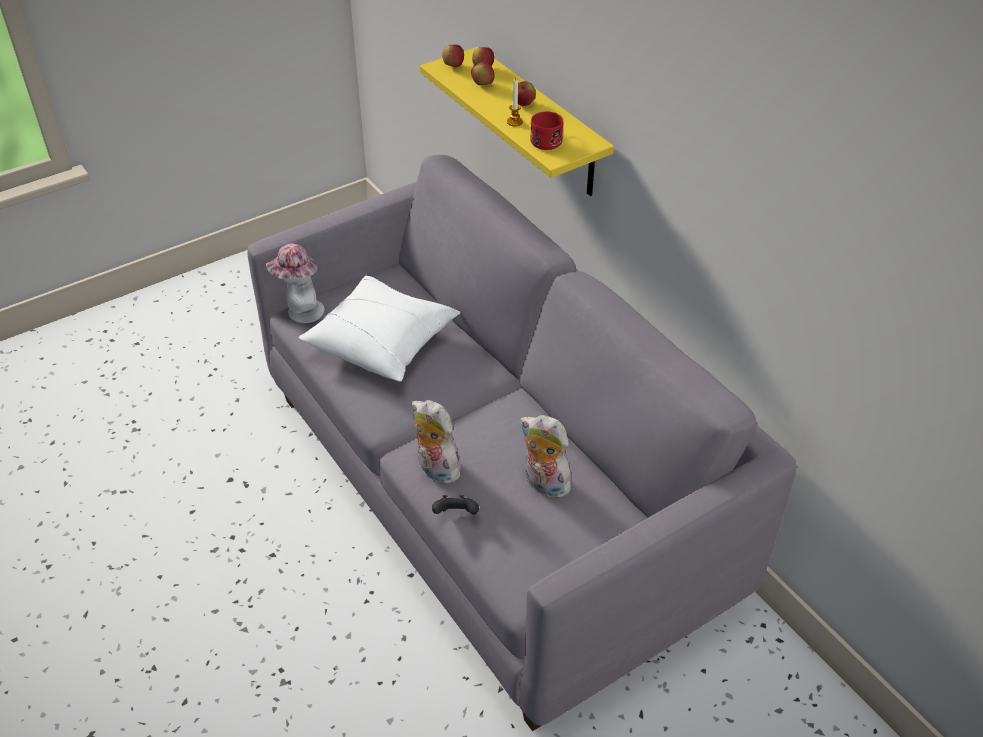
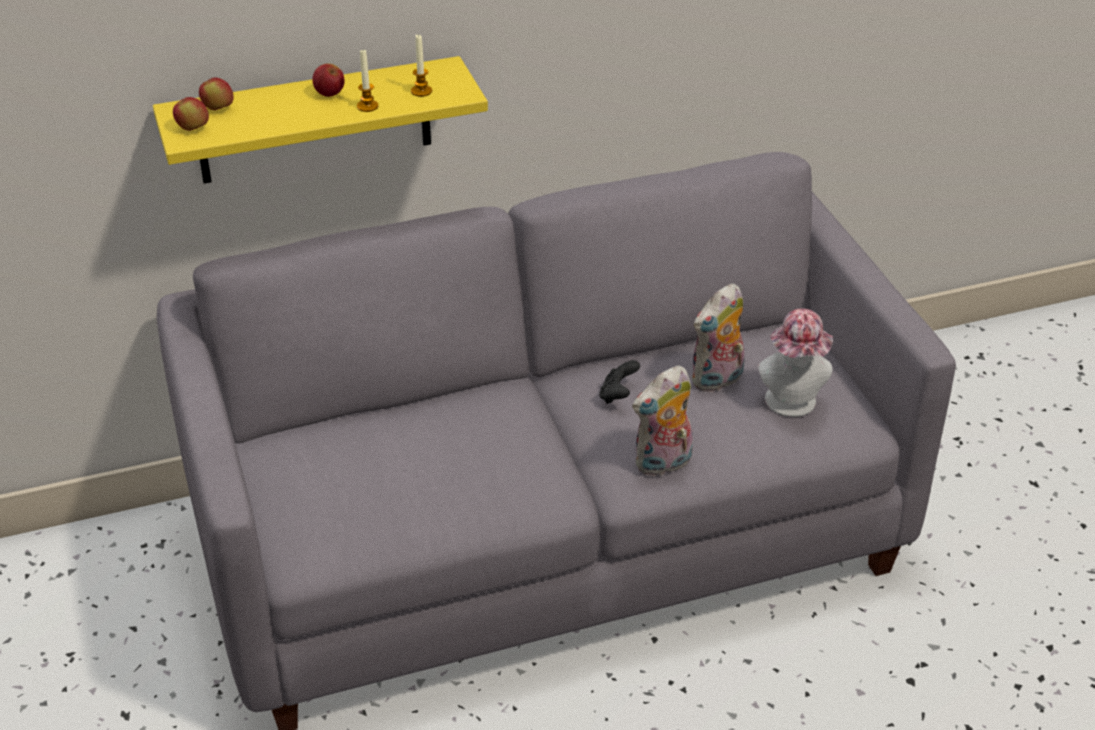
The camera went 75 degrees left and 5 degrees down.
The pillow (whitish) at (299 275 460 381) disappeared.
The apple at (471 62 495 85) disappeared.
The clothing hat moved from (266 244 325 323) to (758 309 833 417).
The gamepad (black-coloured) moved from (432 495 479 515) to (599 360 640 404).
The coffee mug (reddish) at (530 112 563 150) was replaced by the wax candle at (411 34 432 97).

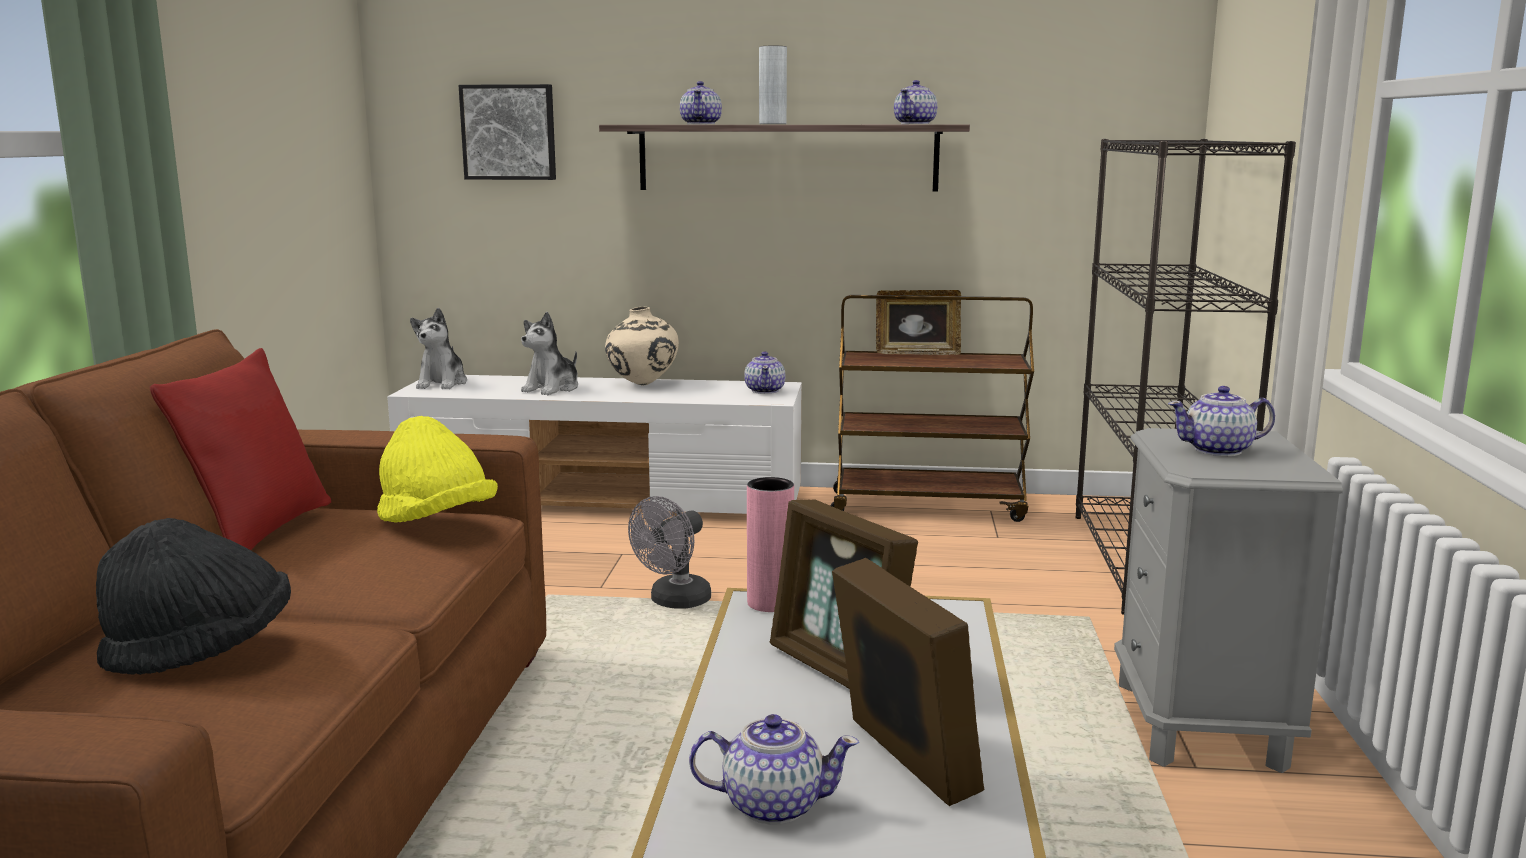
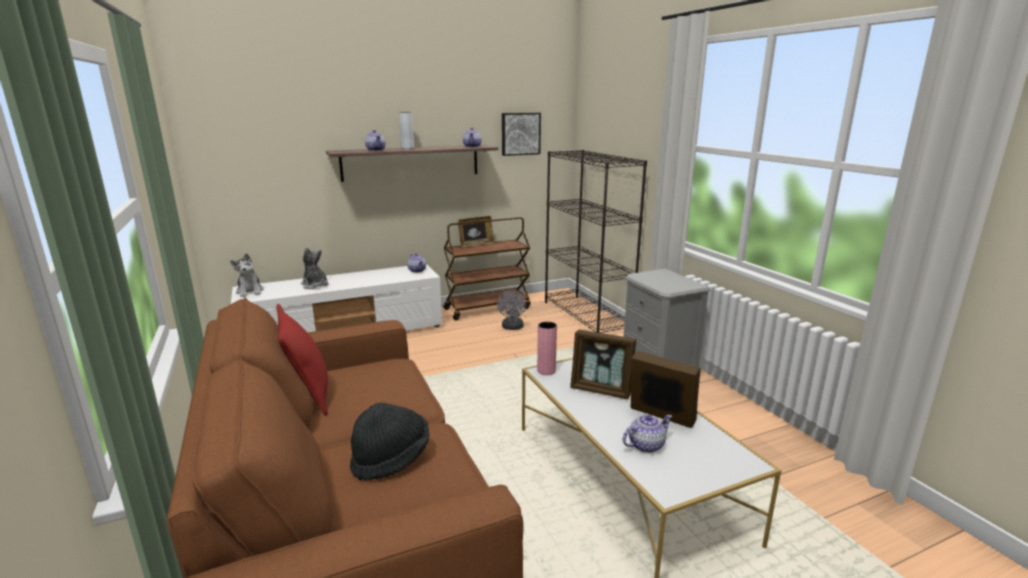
The camera went 30 degrees left and 5 degrees up.
The clothing hat (yellow) at (377 416 498 522) disappeared.
The vase (beige) at (605 307 679 385) disappeared.
The pot for tea at (1168 386 1275 456) disappeared.
The picture moved from (459 84 556 180) to (502 113 541 156).
The cooling fan (greyish) moved from (628 496 711 609) to (497 290 526 330).
The cuddly toy at (521 312 578 395) turned 135 degrees clockwise.

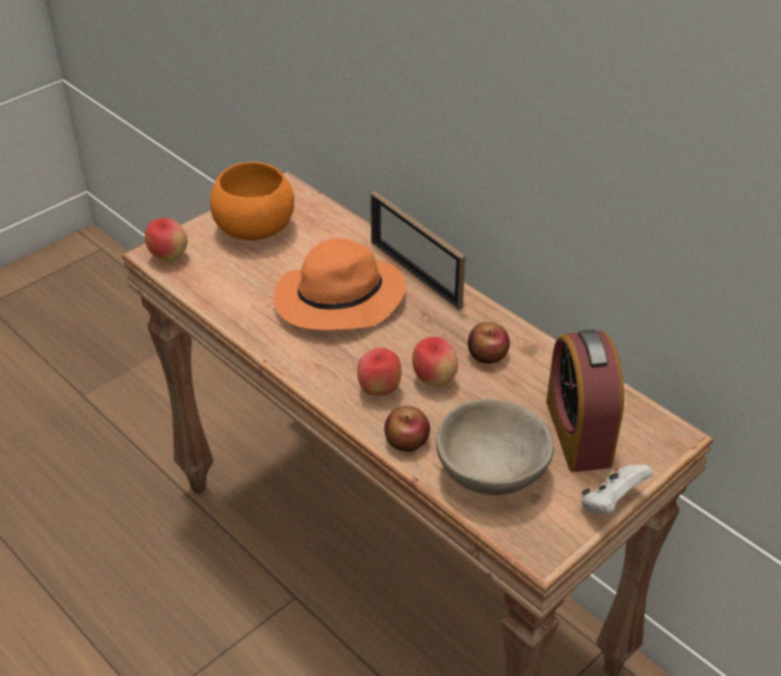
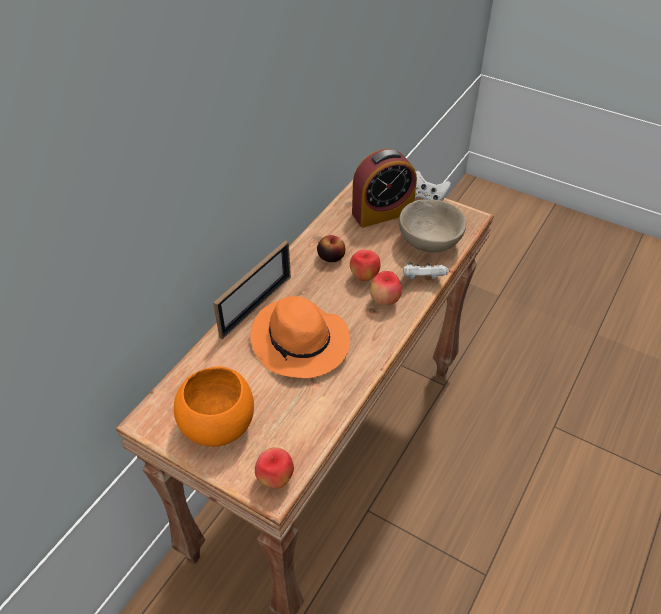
The camera went 105 degrees left and 5 degrees up.
The apple at (384 406 430 451) was replaced by the gamepad (whitish) at (403 262 448 280).

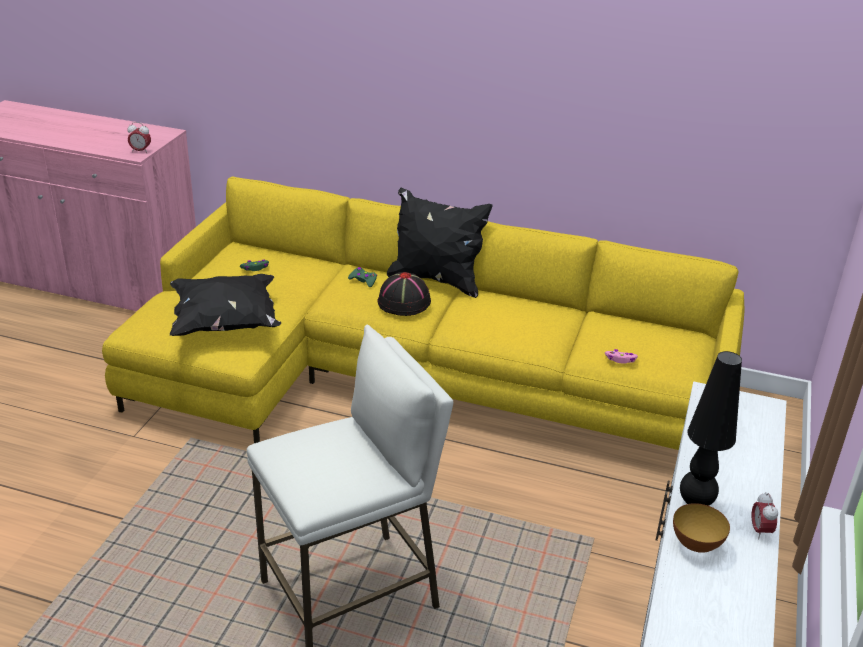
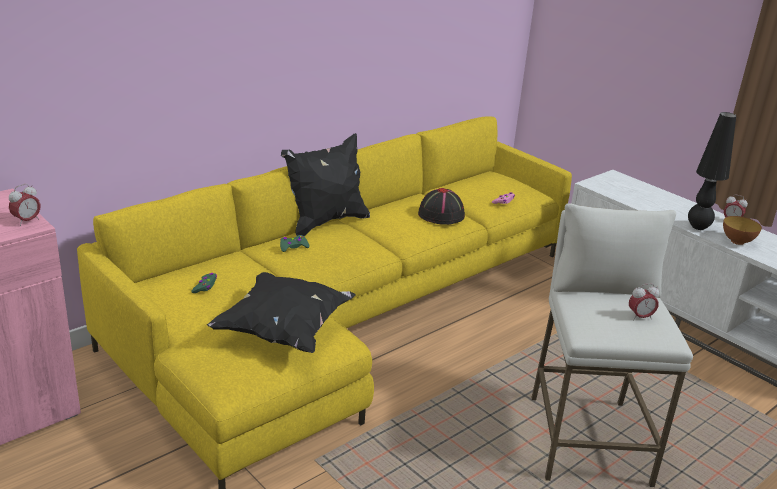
The camera went 60 degrees left and 5 degrees down.
The table clock at (629 284 659 320) appeared.
The clothing hat (black-coloured) moved from (378 272 431 316) to (418 188 465 225).

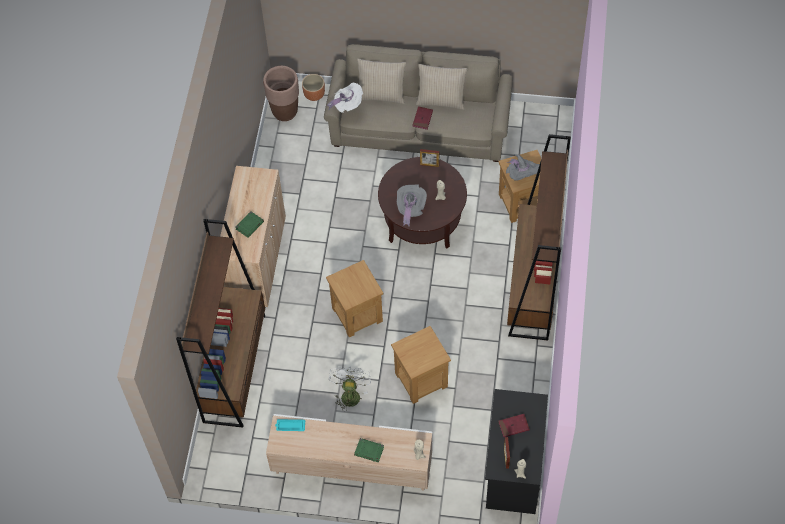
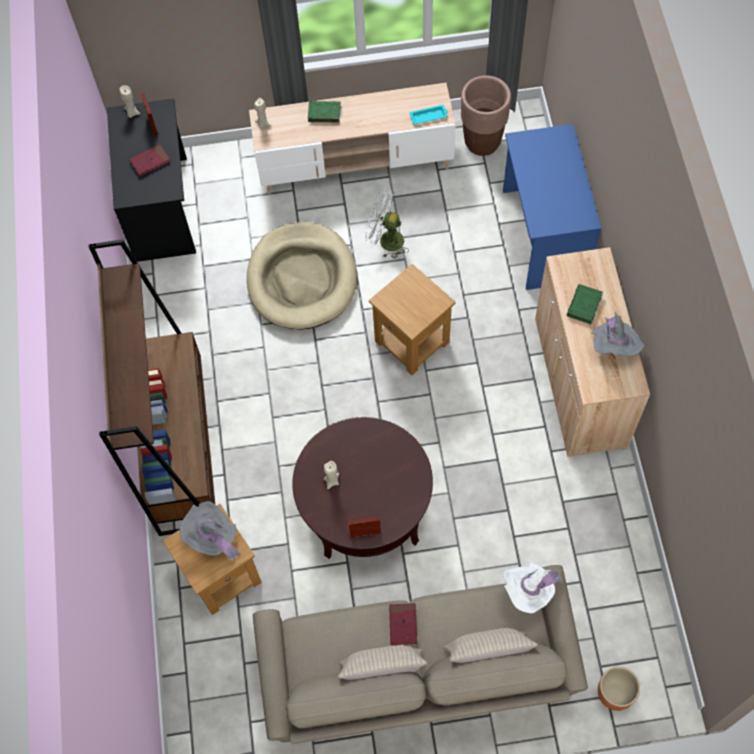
The camera went 165 degrees right and 5 degrees up.
The flower pot (brownish) moved from (263 66 299 121) to (461 75 511 156).
The clothing hat (greyish) moved from (397 184 427 226) to (592 312 644 356).
The bookshelf (brownish) at (176 219 265 428) was replaced by the desk unit (bluish) at (503 124 602 290).
The side table (brownish) at (391 326 451 404) was replaced by the dog bed (beige) at (247 222 357 330).
The cooling fan (whitish) at (329 367 371 412) turned 120 degrees clockwise.

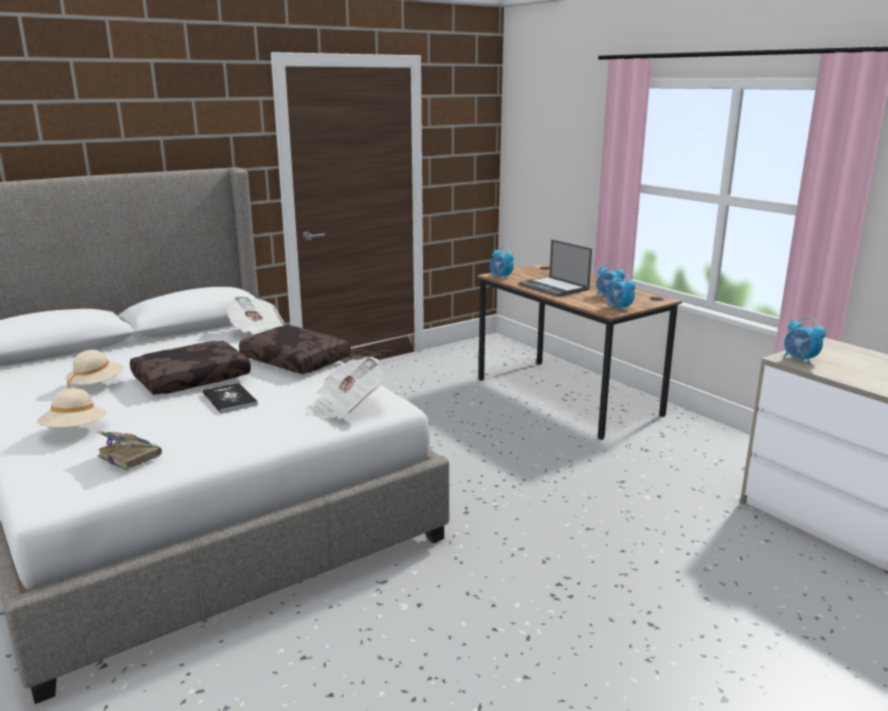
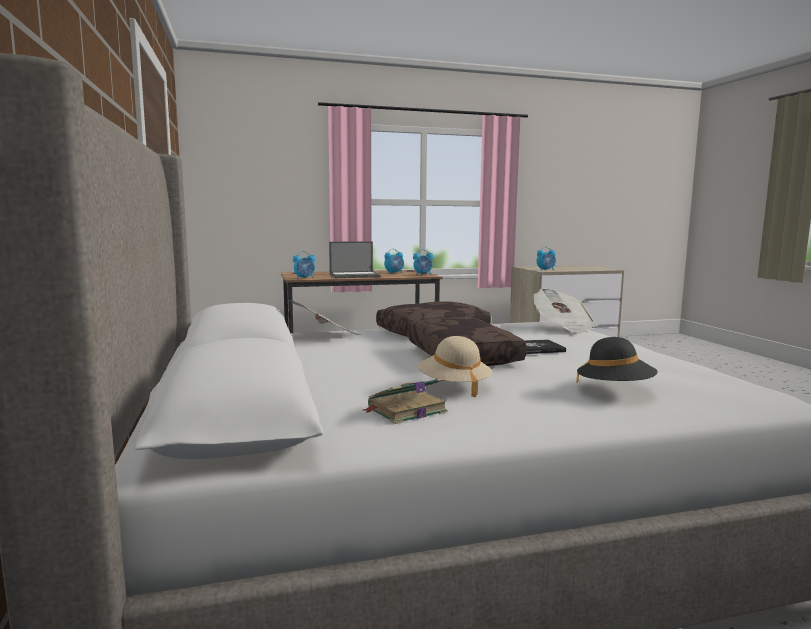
The camera went 70 degrees left and 10 degrees down.
The book moved from (97 431 162 471) to (363 377 447 424).
The clothing hat (beige) at (37 388 106 427) became the clothing hat (black-coloured) at (576 337 658 383).

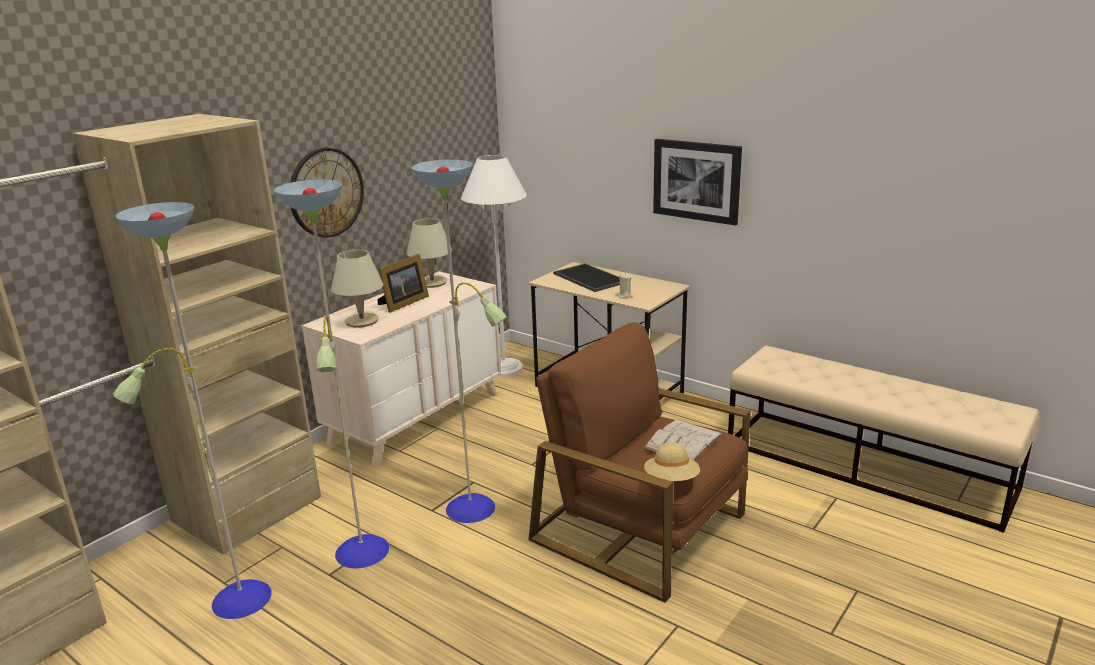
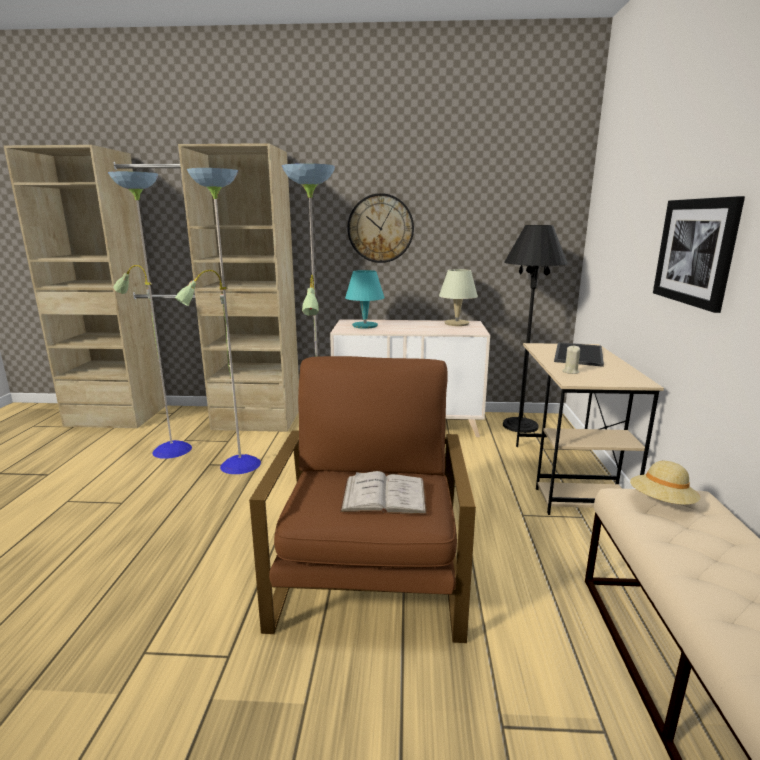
The camera went 55 degrees right and 5 degrees down.
The photo frame at (378 254 429 313) disappeared.
The clothing hat (beige) moved from (644 442 700 481) to (630 461 700 505).
The lamp for a table (beige) at (331 250 383 328) became the lamp for a table (turquoise-coloured) at (345 270 384 329).
The standard lamp (whitish) at (461 154 527 377) became the standard lamp (black-coloured) at (503 225 568 433).

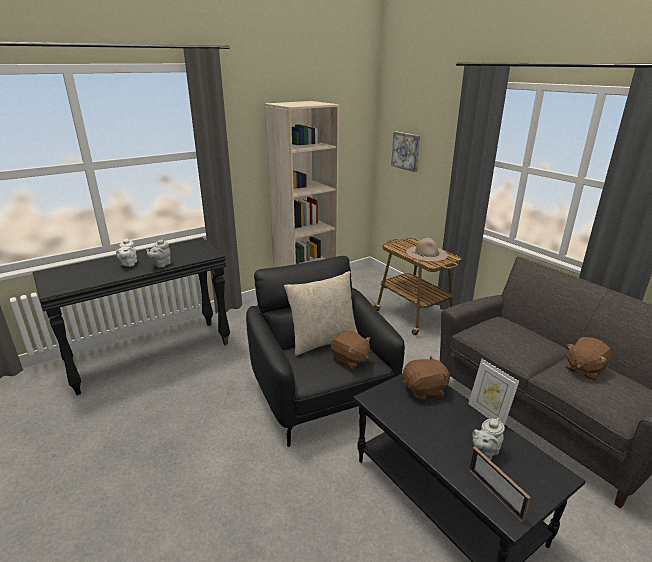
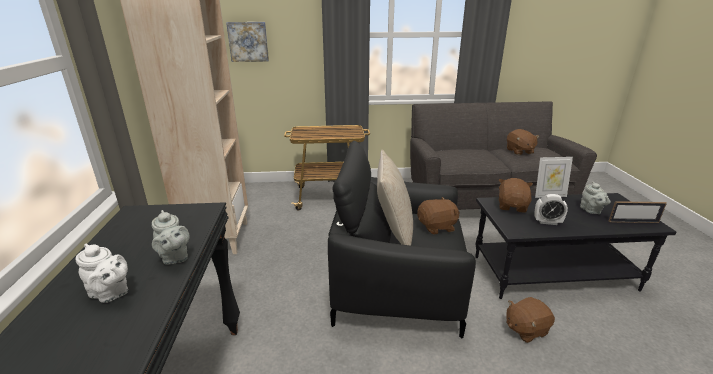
The camera went 60 degrees left and 0 degrees up.
The clothing hat (beige) at (406 238 448 262) disappeared.
The cuddly toy (brownish) at (506 297 555 343) appeared.
The table clock at (535 194 568 225) appeared.

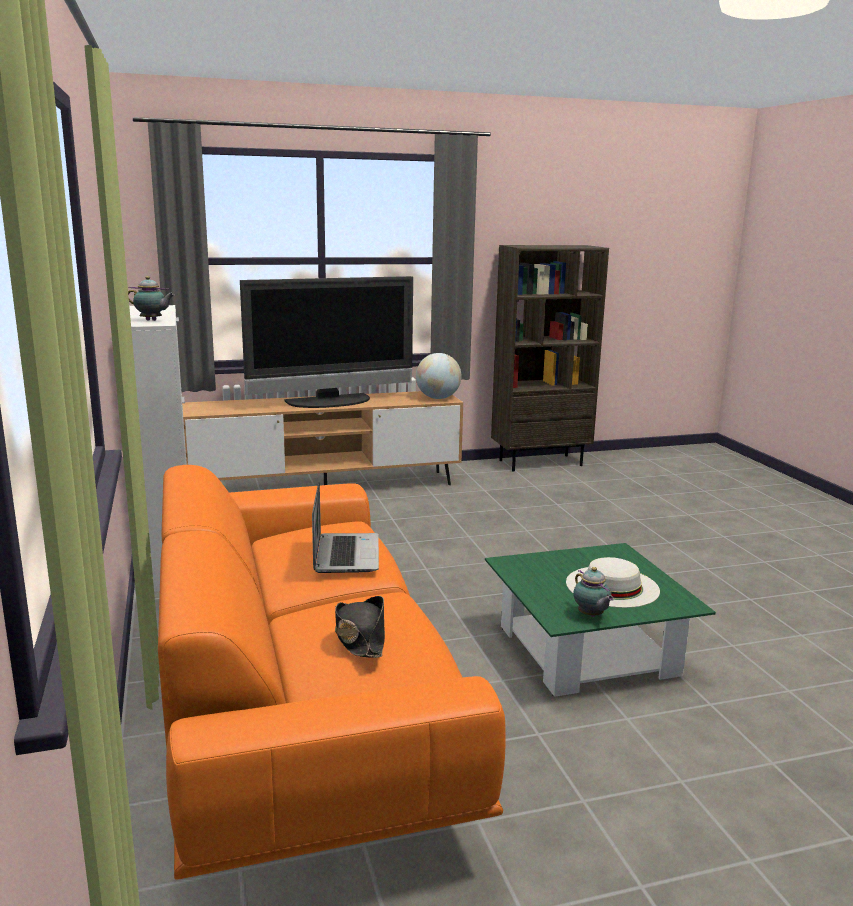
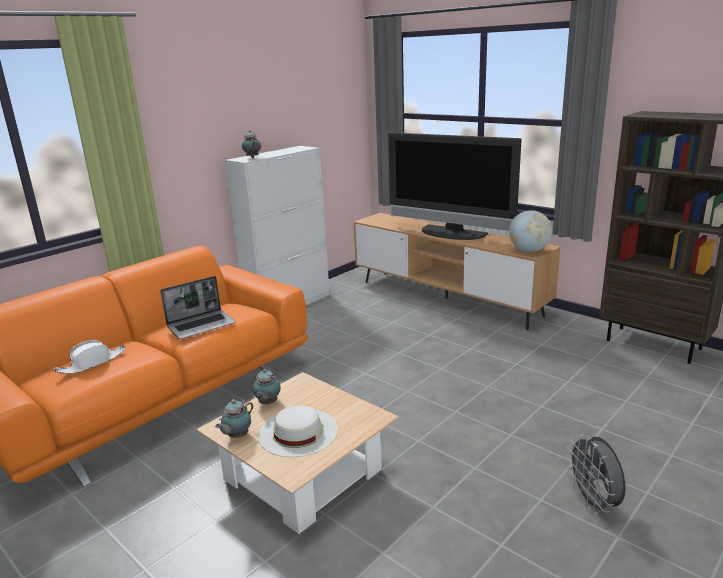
The camera went 60 degrees right and 5 degrees up.
The pot for tea at (253 369 281 405) appeared.
The cooling fan (greyish) at (566 435 626 514) appeared.
The clothing hat (black-coloured) at (335 596 385 658) became the clothing hat (whitish) at (54 340 126 374).
The lounge table (green) at (485 543 716 697) became the lounge table (beige) at (196 372 399 534).

